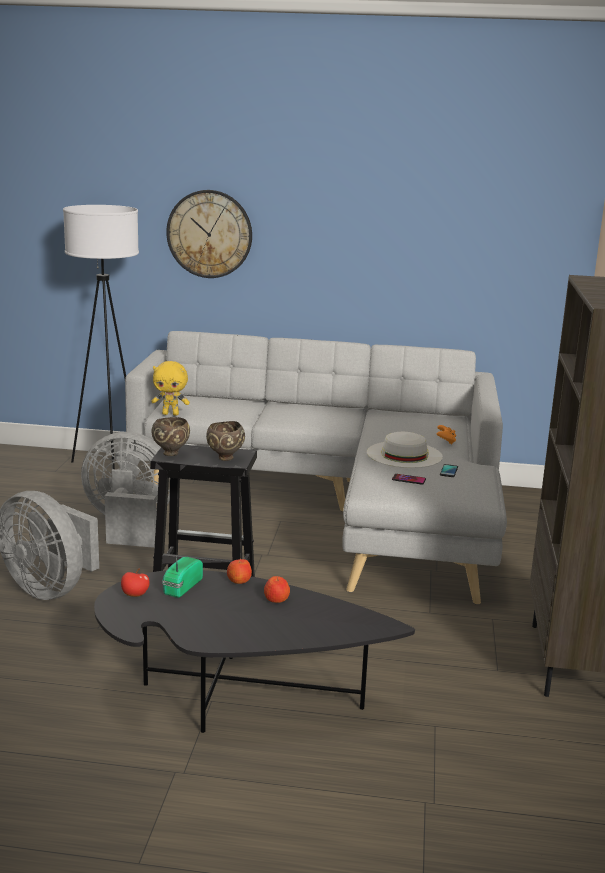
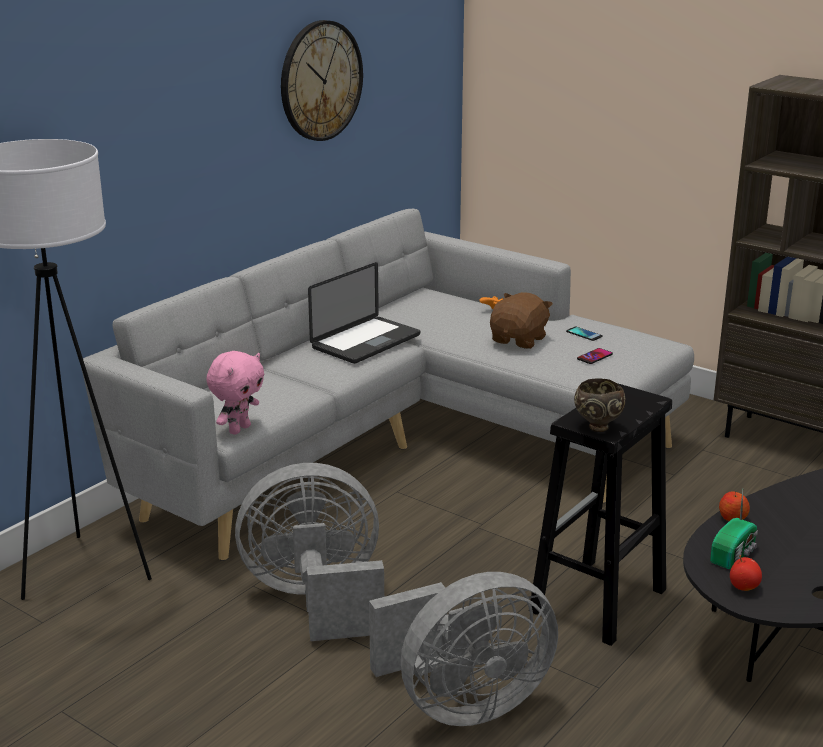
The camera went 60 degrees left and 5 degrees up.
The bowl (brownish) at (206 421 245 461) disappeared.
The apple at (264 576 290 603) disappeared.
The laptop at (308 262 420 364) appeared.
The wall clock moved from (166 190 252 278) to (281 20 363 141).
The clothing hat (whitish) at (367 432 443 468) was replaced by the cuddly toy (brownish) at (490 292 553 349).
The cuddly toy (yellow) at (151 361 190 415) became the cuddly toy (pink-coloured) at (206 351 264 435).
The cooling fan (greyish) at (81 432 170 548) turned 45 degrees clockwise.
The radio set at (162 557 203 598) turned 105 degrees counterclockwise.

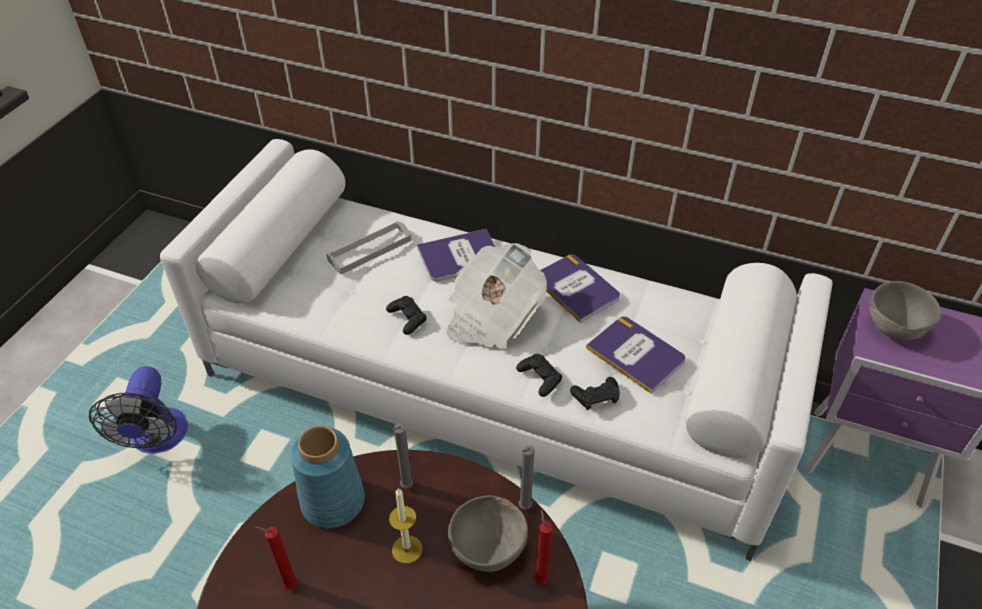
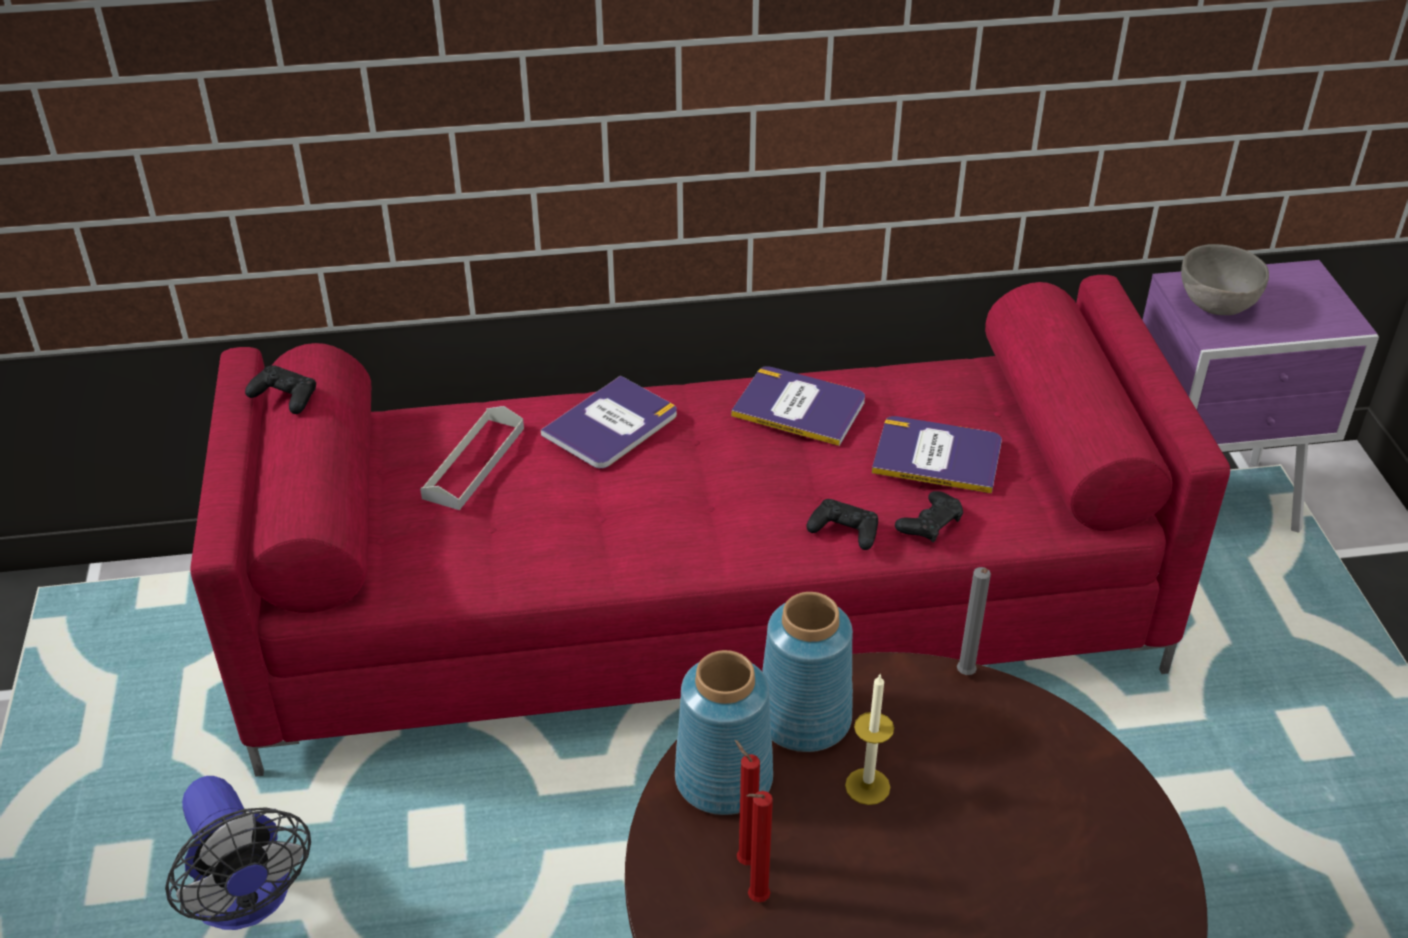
The camera went 30 degrees left and 5 degrees down.
The newspaper at (447 243 547 349) disappeared.
The bowl (greyish) at (448 495 528 572) disappeared.
The gamepad (black-coloured) moved from (386 296 427 335) to (245 365 316 414).
The wax candle (reddish) moved from (534 510 553 585) to (735 740 760 865).
The wax candle (greyish) at (392 424 414 488) was replaced by the vase (bluish) at (762 592 853 752).
The sofa (whitish) at (160 139 833 561) became the sofa (reddish) at (190 275 1230 777).

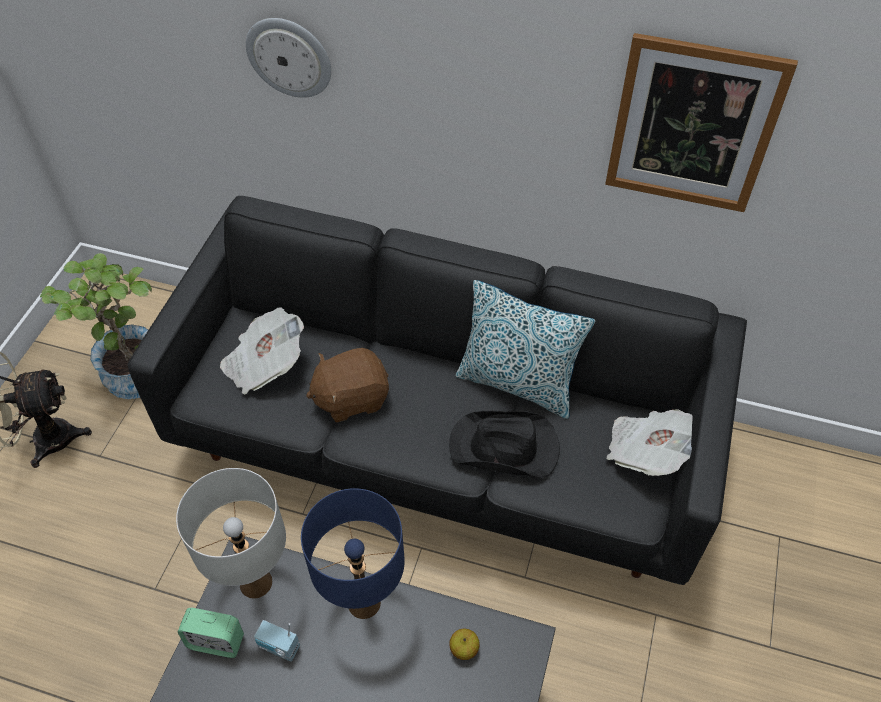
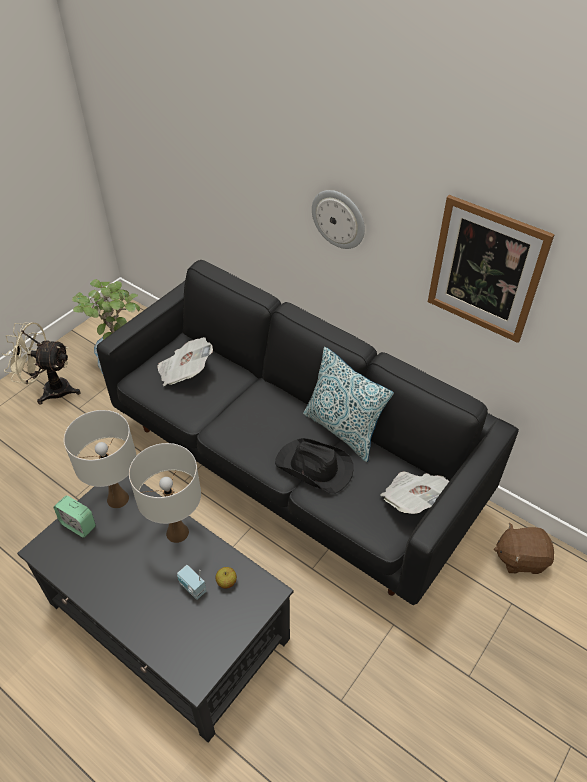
The camera went 20 degrees right and 5 degrees down.
The wall clock moved from (246 18 331 98) to (312 190 365 249).
The radio set moved from (254 620 300 662) to (177 565 207 600).
The cuddly toy (brownish) moved from (306 348 389 422) to (494 523 554 574).
The lamp for a table (bluish) at (301 488 405 619) became the lamp for a table (whitish) at (129 443 201 543).

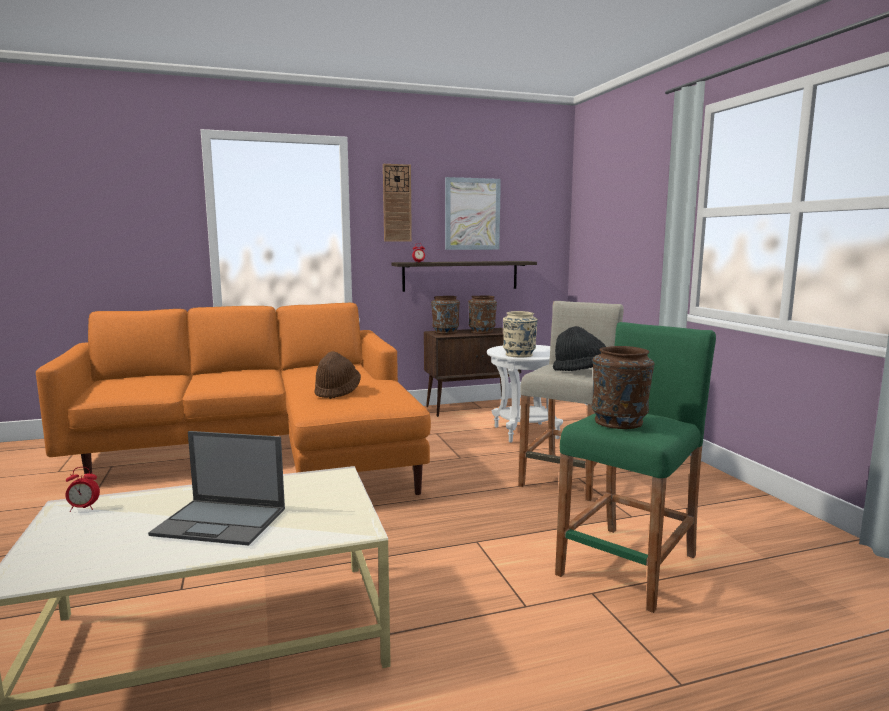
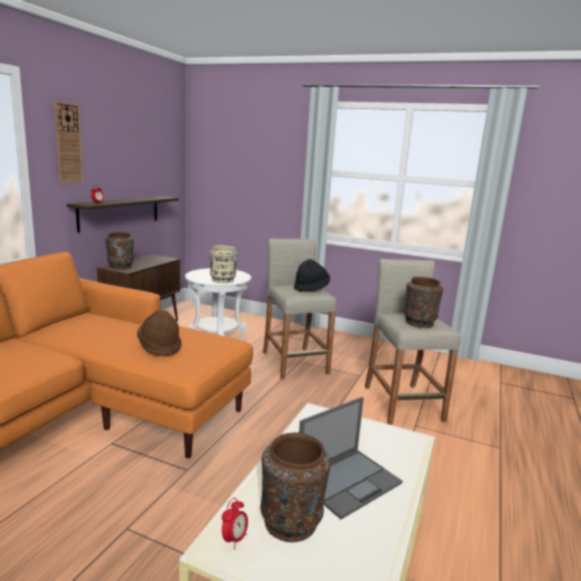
The camera went 50 degrees left and 5 degrees up.
The picture at (445 177 501 250) disappeared.
The vase (brownish) moved from (468 295 497 334) to (261 432 331 542).
The stool seat (green) at (555 322 716 613) became the stool seat (beige) at (365 259 461 425).

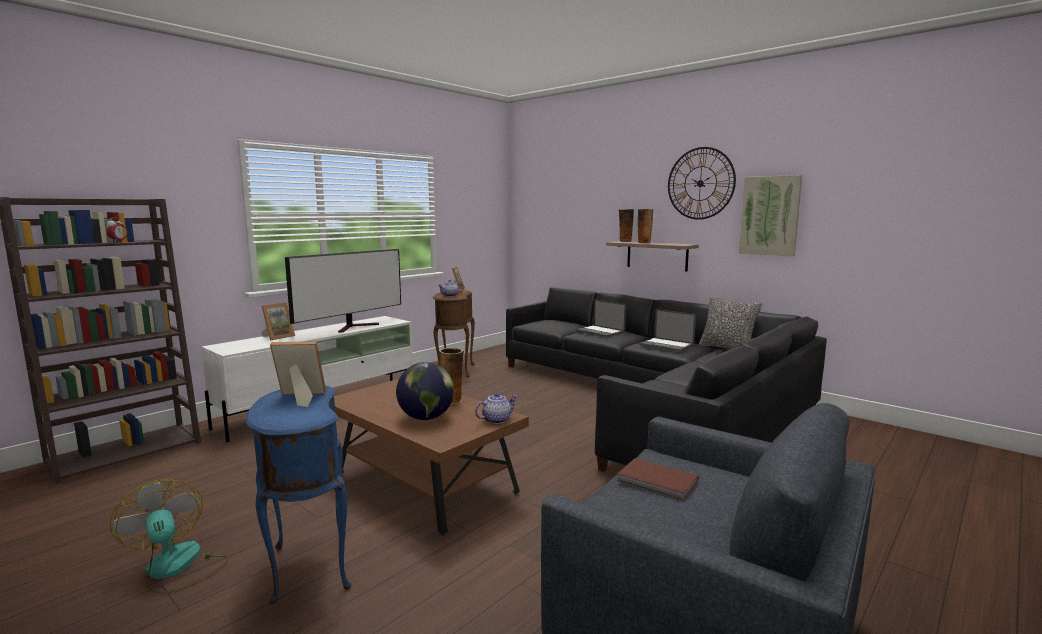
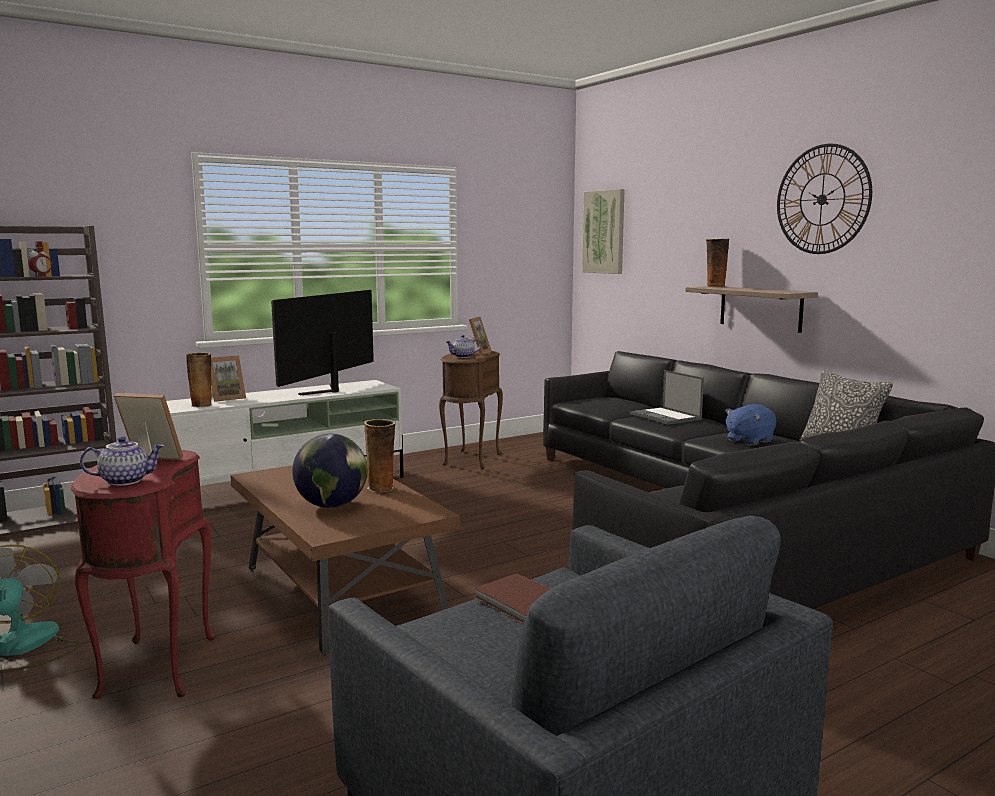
The camera went 15 degrees right and 0 degrees up.
The pot for tea moved from (475 393 517 424) to (80 436 165 486).
The vase moved from (638 209 653 243) to (186 353 212 407).
The picture moved from (739 175 802 256) to (582 189 625 274).
The laptop at (640 309 696 352) was replaced by the cuddly toy (bluish) at (725 404 776 446).
The side table (bluish) at (246 385 351 603) became the side table (reddish) at (71 450 216 699).
The TV at (285 249 401 333) turned 150 degrees clockwise.

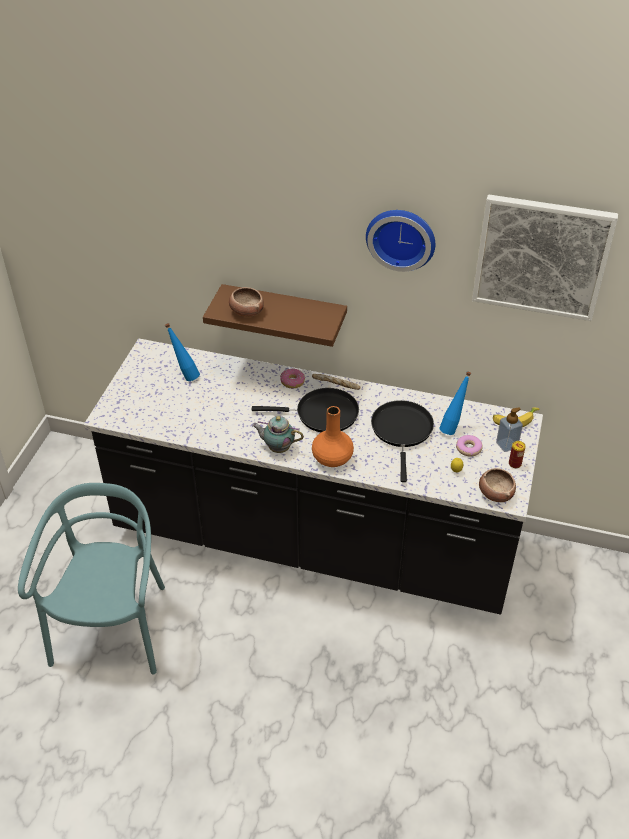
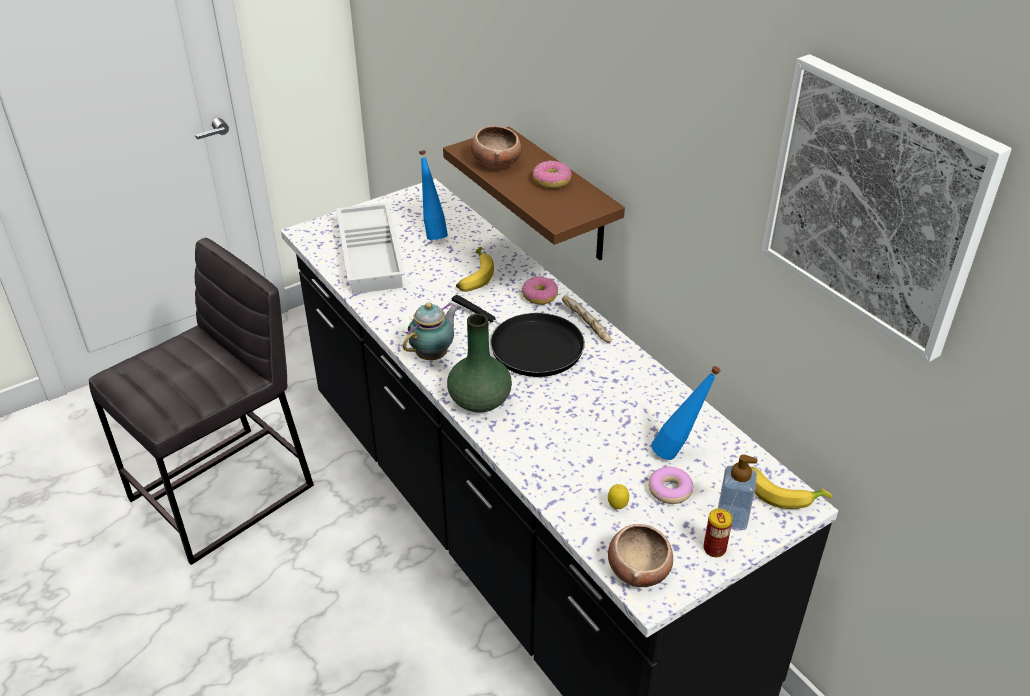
The camera went 40 degrees right and 5 degrees down.
The wall clock at (366 210 435 272) disappeared.
The pan (black-coloured) at (371 400 434 482) disappeared.
The carrying tray (whitish) at (336 202 405 294) appeared.
The banana at (456 247 494 292) appeared.
The ring doughnut at (533 160 572 189) appeared.
The plain chair (turquoise-coloured) at (18 483 165 675) was replaced by the stool seat (greyish) at (89 238 314 565).
The vase (orange) at (312 406 354 467) became the vase (green) at (447 314 512 413).
The pot for tea at (252 416 304 453) turned 75 degrees clockwise.

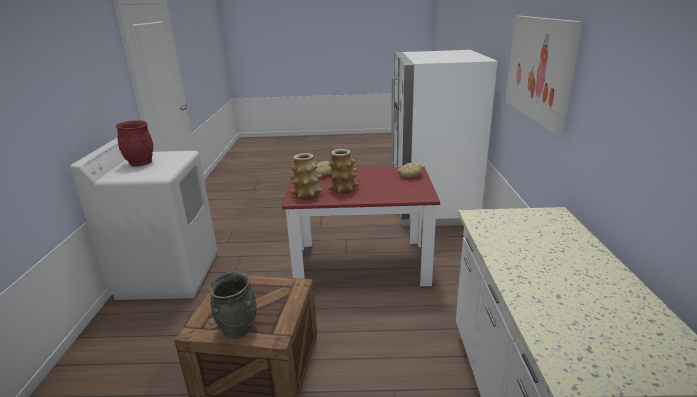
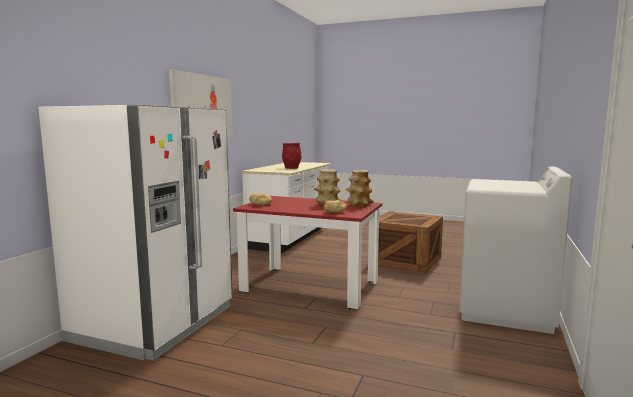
The camera went 160 degrees left and 15 degrees down.
The vase (greyish) at (209 271 257 339) disappeared.
The vase (reddish) moved from (116 120 154 167) to (282 143 302 169).

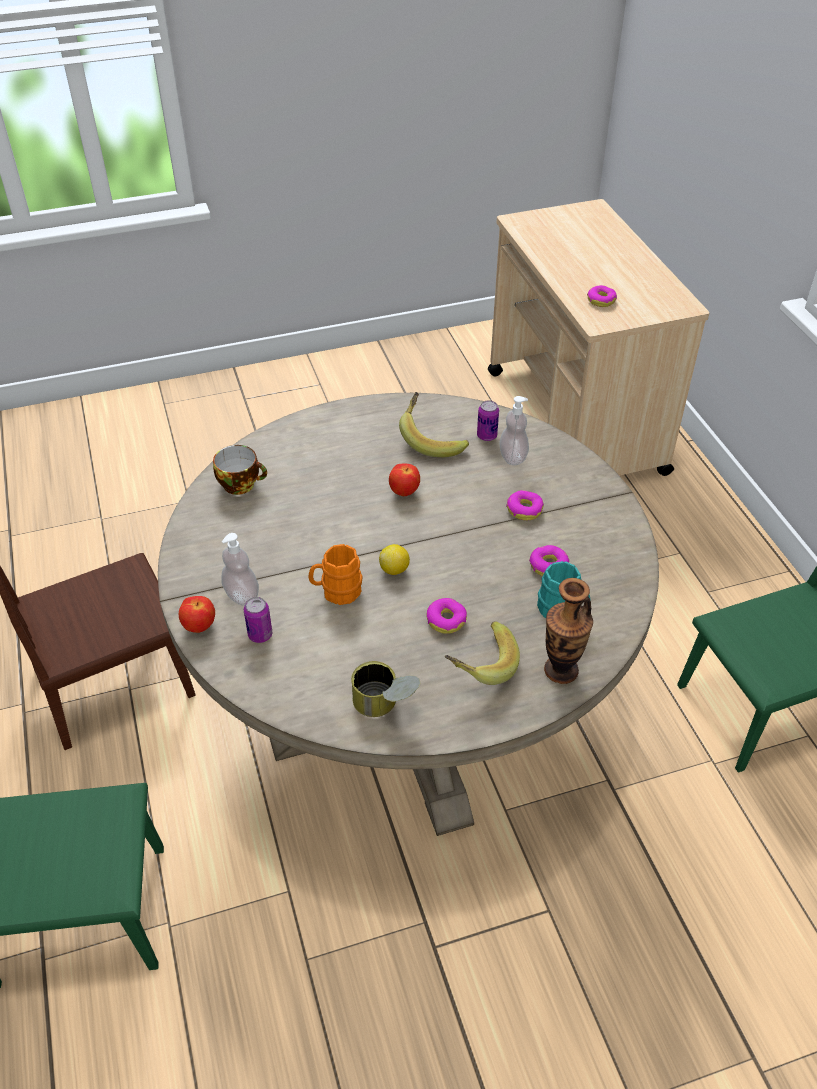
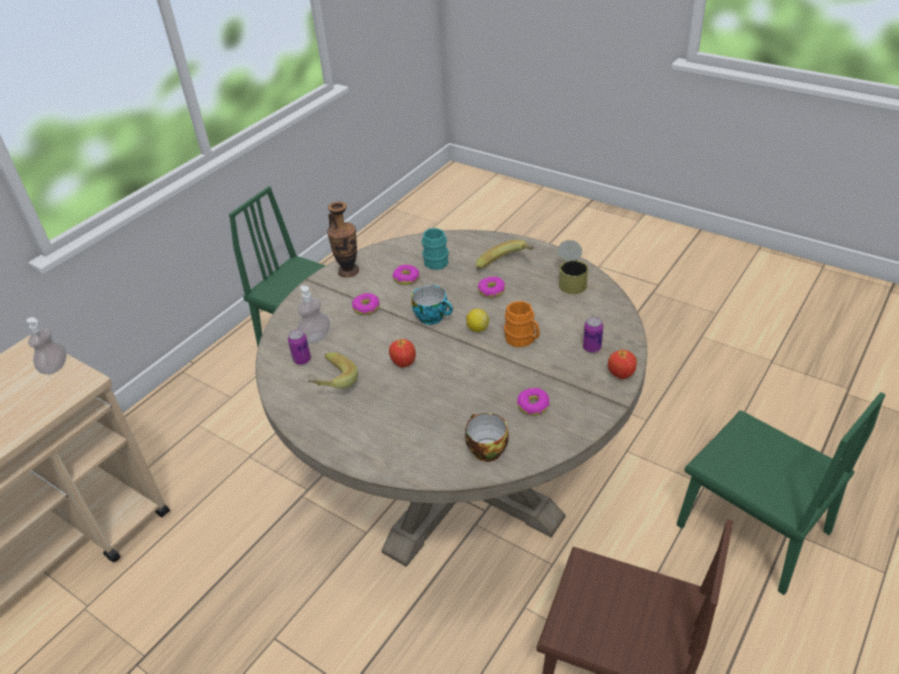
The camera went 125 degrees left and 5 degrees down.
The cup at (411 285 453 325) appeared.
The soap bottle moved from (221 533 259 606) to (26 317 67 374).
The vase moved from (544 578 593 684) to (327 202 359 278).
The ring doughnut moved from (587 285 617 307) to (517 388 550 416).

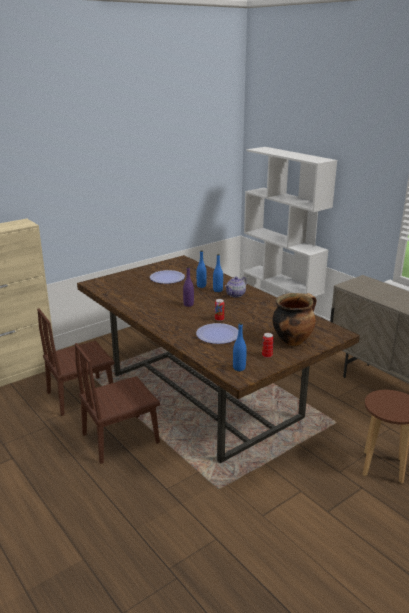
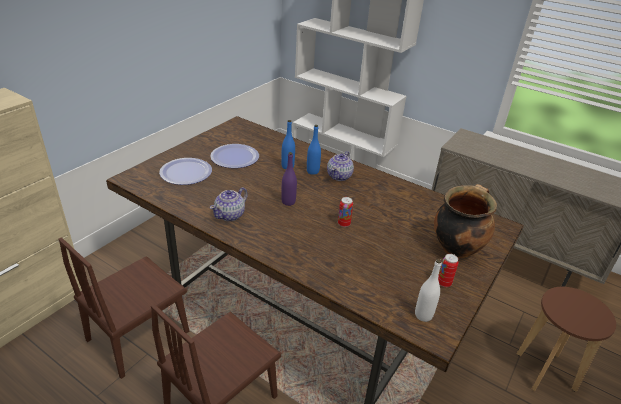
The camera went 20 degrees left and 10 degrees up.
The pot for tea at (210 187 248 221) appeared.
The flat dish moved from (196 323 238 344) to (159 158 212 185).
The beverage bottle (bluish) at (233 323 247 371) became the beverage bottle (whitish) at (415 259 442 322).

